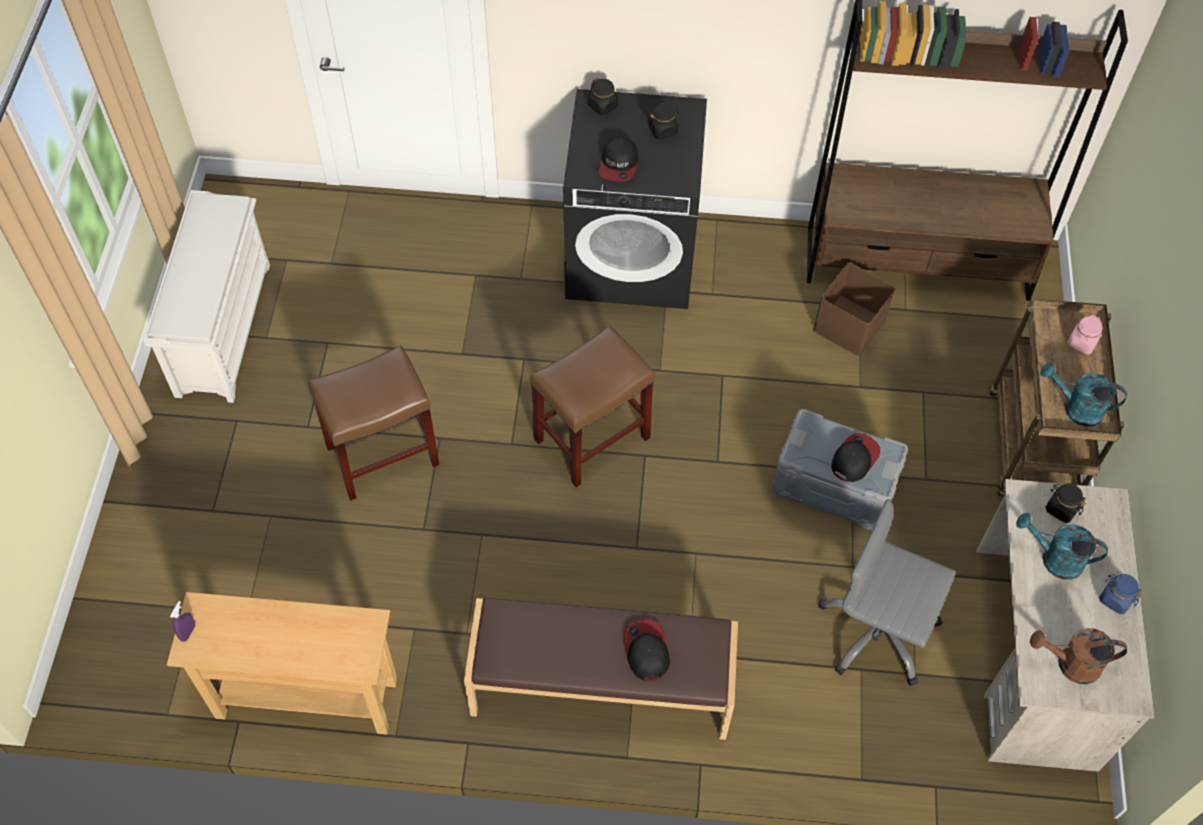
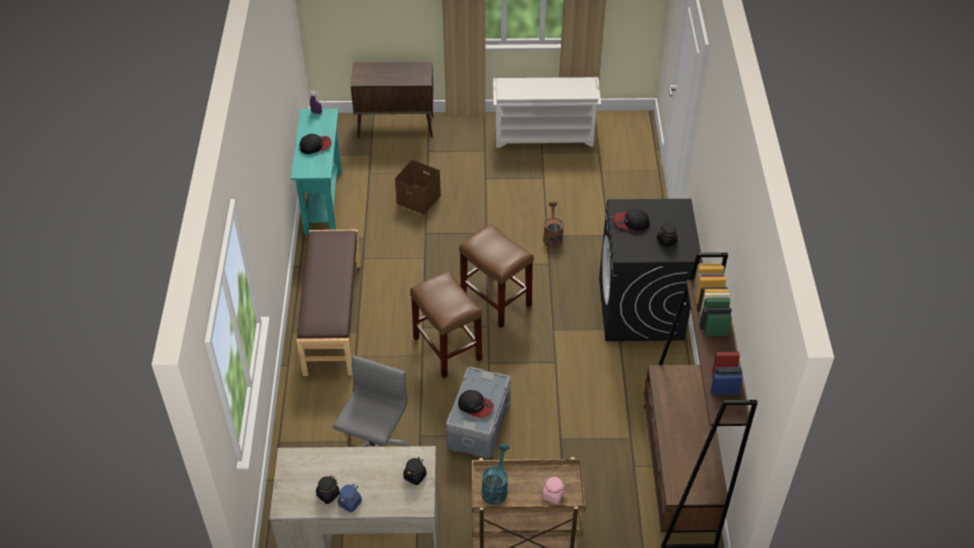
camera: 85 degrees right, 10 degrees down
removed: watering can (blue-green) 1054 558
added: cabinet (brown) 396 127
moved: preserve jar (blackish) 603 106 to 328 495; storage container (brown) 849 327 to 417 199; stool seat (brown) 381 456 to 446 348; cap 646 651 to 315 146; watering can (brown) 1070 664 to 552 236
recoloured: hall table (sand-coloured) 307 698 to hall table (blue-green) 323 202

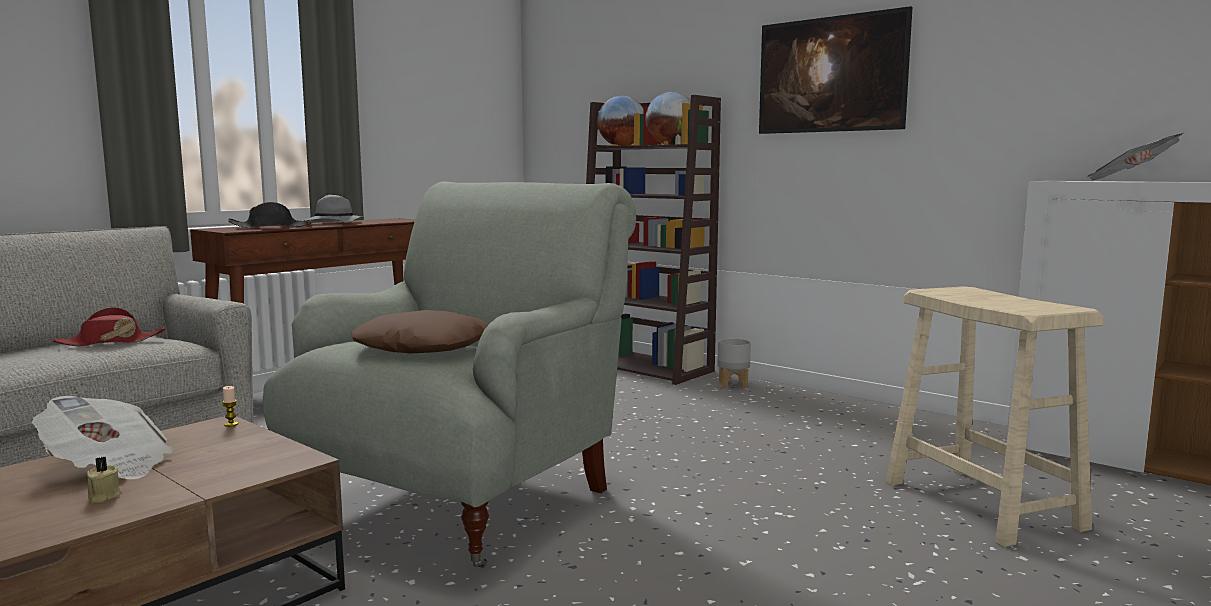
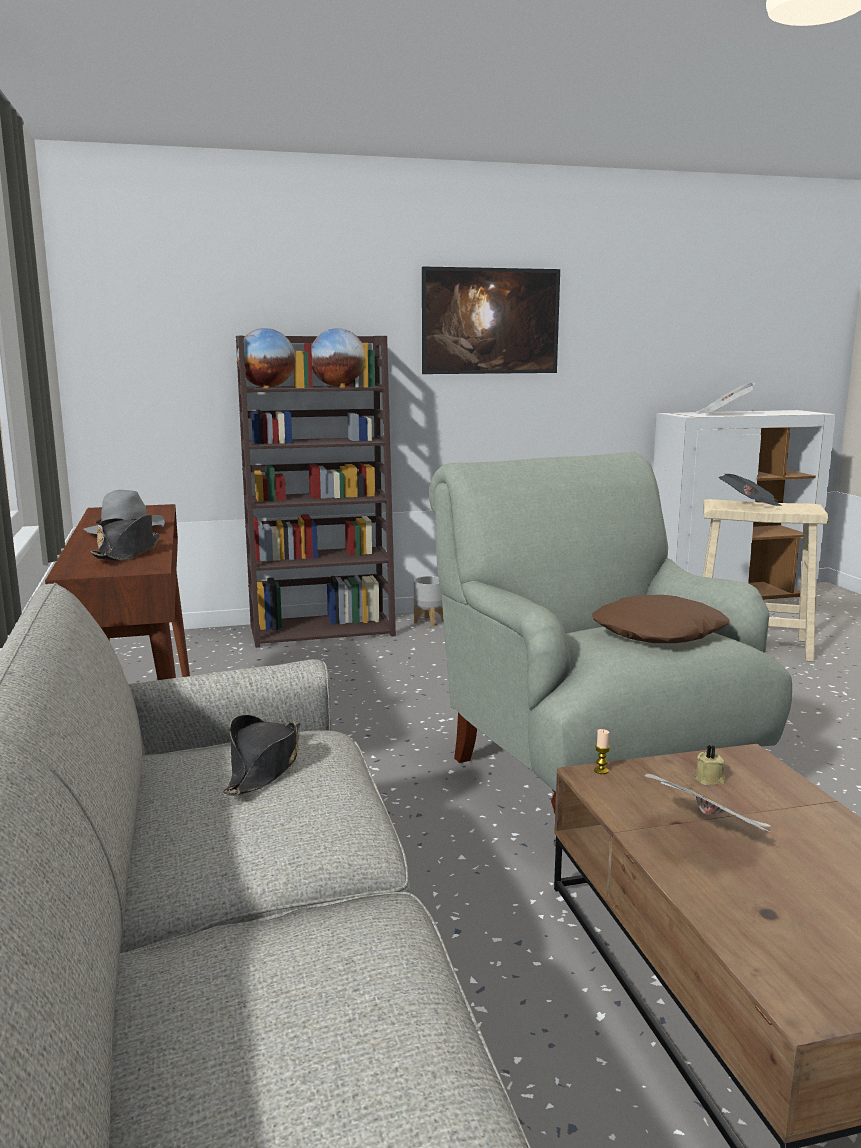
camera: 55 degrees left, 5 degrees up
added: daily paper 750 507
moved: wax candle (sand-coloured) 103 497 to 710 780
recoloured: clothing hat (red) 110 342 to clothing hat (blackish) 264 767

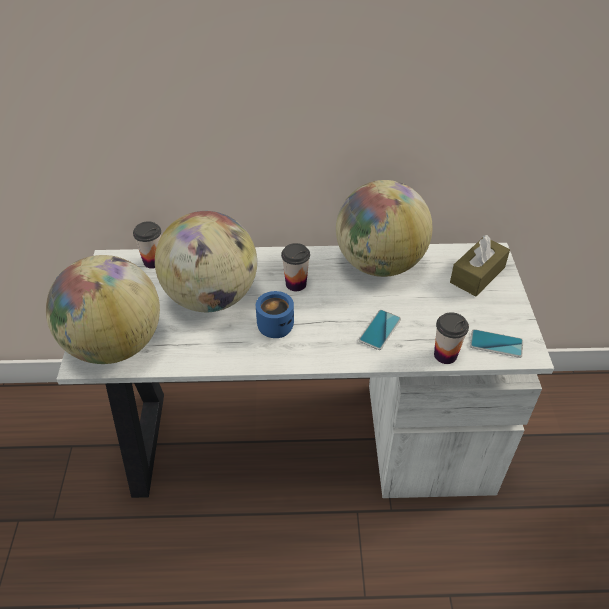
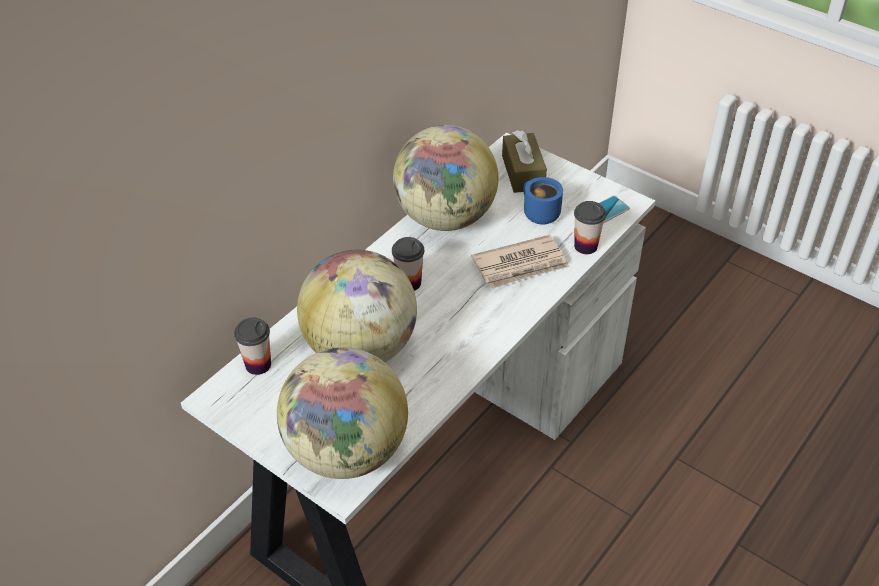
camera: 50 degrees left, 0 degrees up
moved: mug (blue-coloured) 275 324 to 538 213
replaced: telephone 380 330 to daily paper 521 265

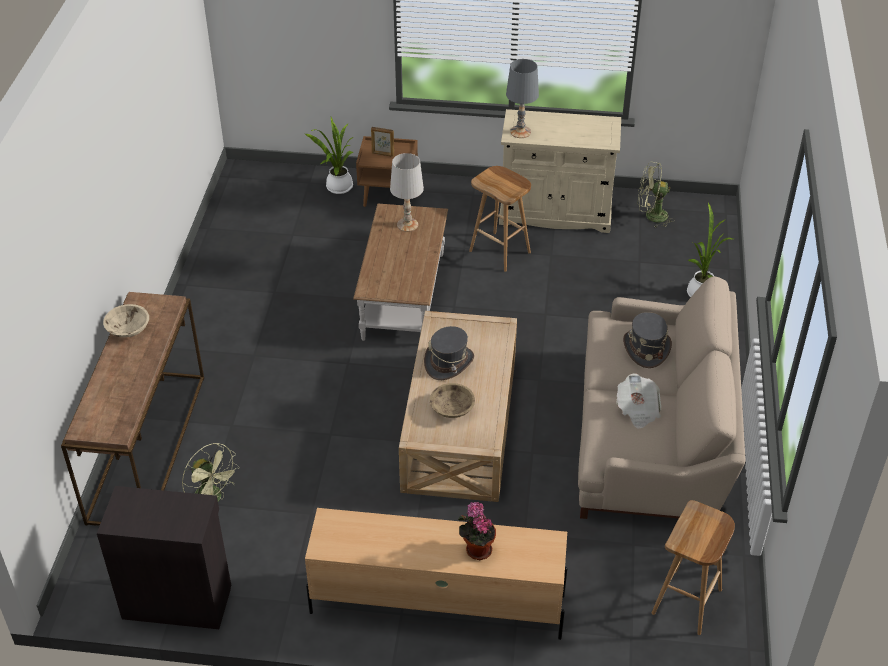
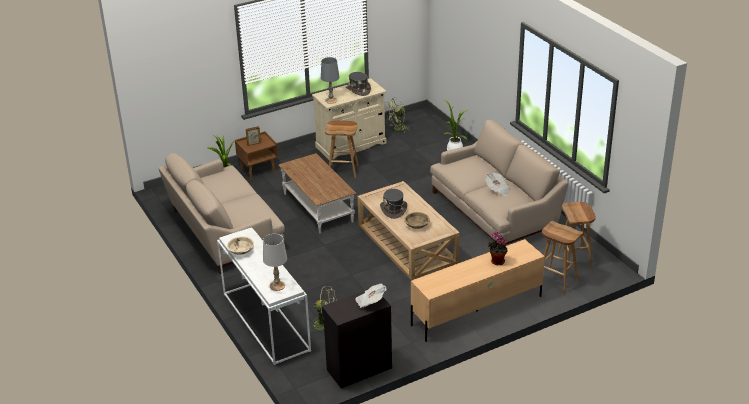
camera: 35 degrees left, 10 degrees down
added: settee (sand-coloured) 223 232; stool seat (brown) 556 281; daily paper 370 302
moved: lamp for a table (white) 407 224 to 277 285; clothing hat (gray) 646 349 to 358 90
recoloured: hall table (brown) 146 446 to hall table (white) 264 321

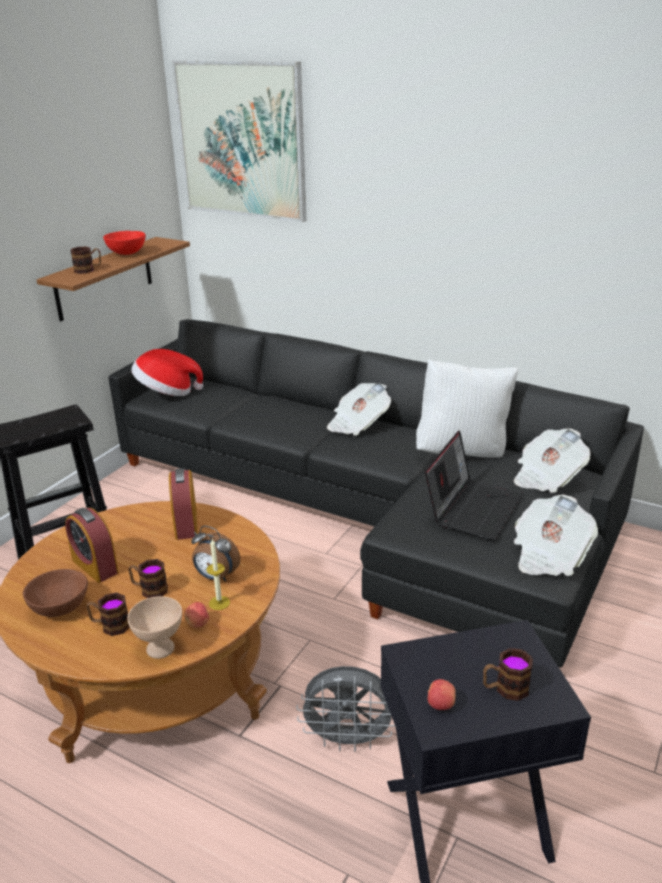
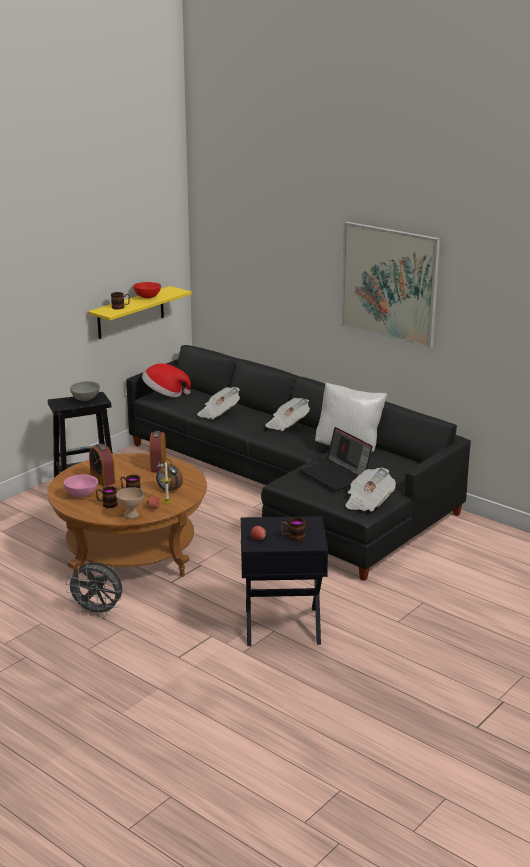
camera: 10 degrees right, 5 degrees down
added: deep dish (gray) 86 399
moved: picture 241 140 to 389 283; daily paper 547 477 to 219 414; electric fan (gray) 348 740 to 98 612
recoloured: bracket shelf (brown) 104 278 to bracket shelf (yellow) 131 313; deep dish (brown) 59 608 to deep dish (pink) 81 494
turned: laptop 473 508 = 336 475 105 degrees clockwise

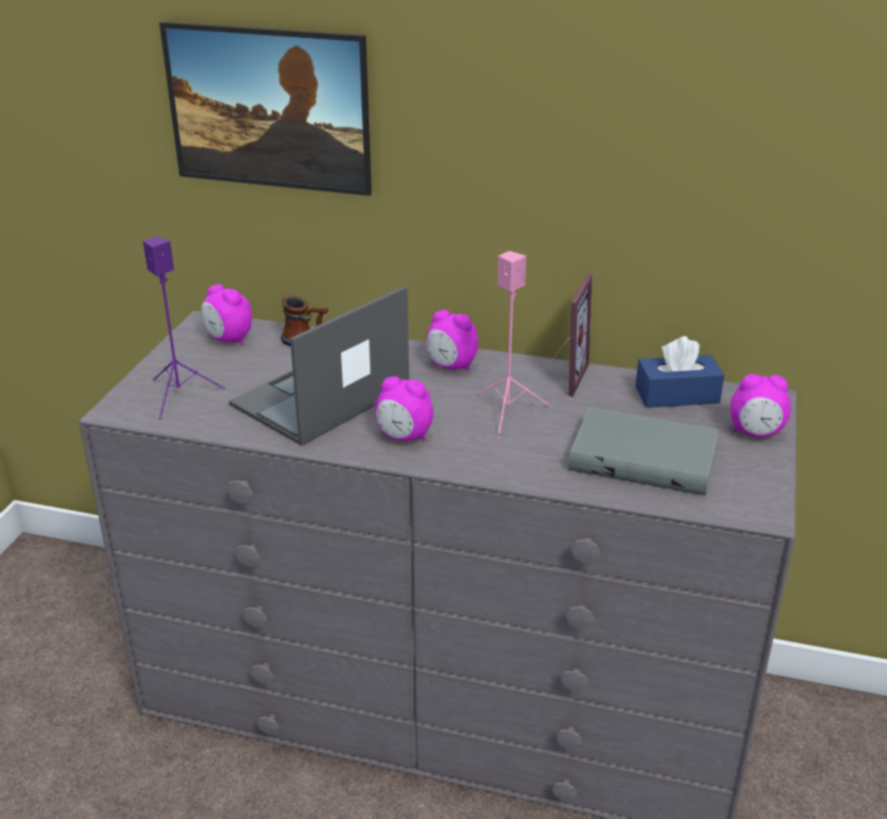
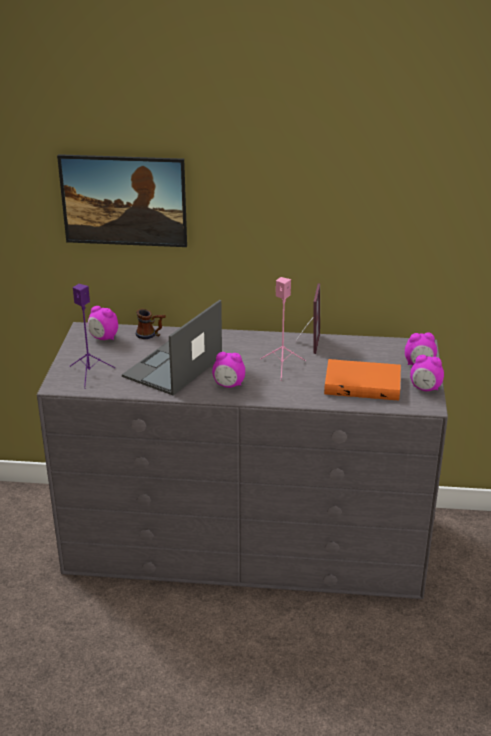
camera: 10 degrees left, 0 degrees up
removed: tissue holder (blue-coloured) 677 395
moved: alarm clock 451 366 to 425 389
recoloured: bound book (gray) 645 457 to bound book (orange) 363 383

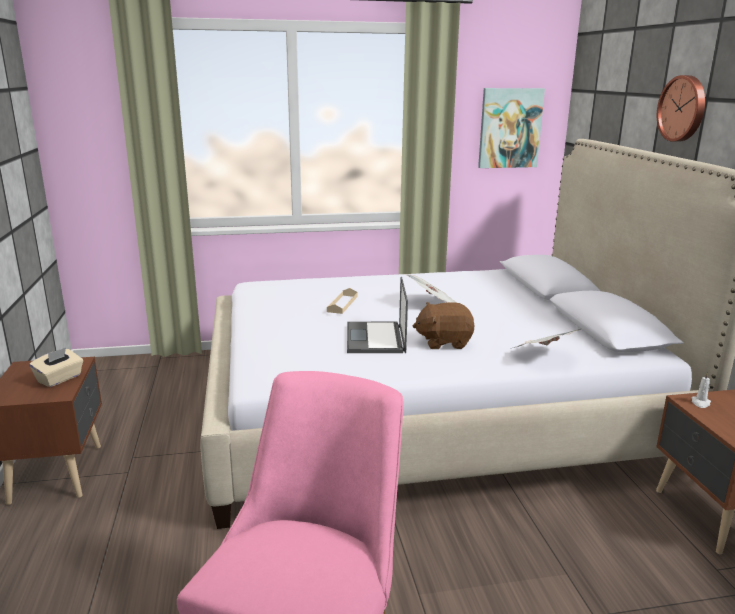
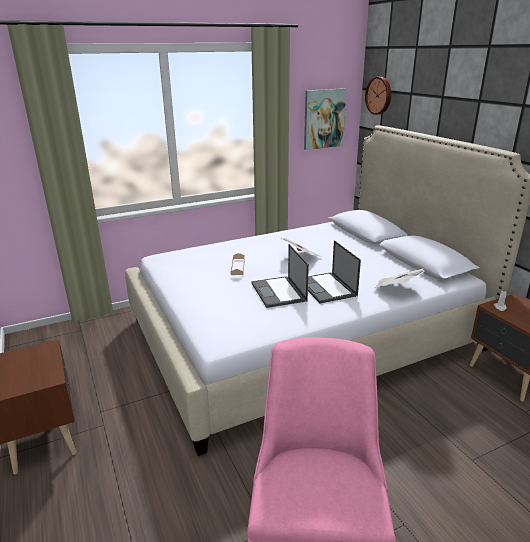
camera: 15 degrees left, 5 degrees up
removed: tissue holder (sand-coloured) 60 379
moved: hanging clock 683 108 to 379 95
replaced: plush toy (brown) 444 342 to laptop 327 288

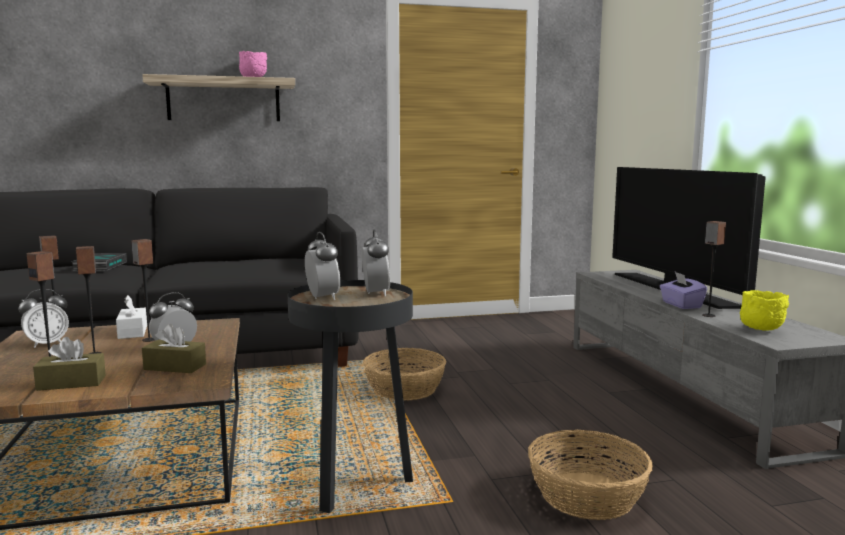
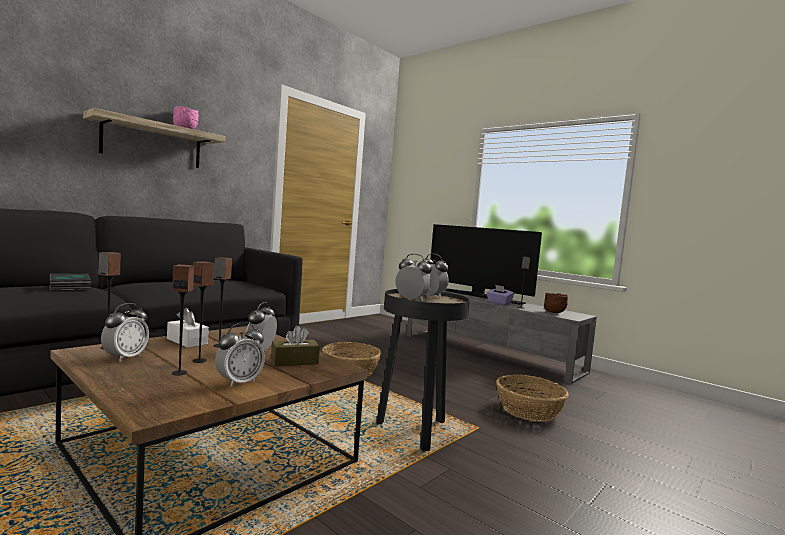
camera: 35 degrees left, 5 degrees down
replaced: tissue holder (brown) 71 383 to alarm clock 239 382
recoloured: deep dish (yellow) 760 330 to deep dish (brown) 554 313

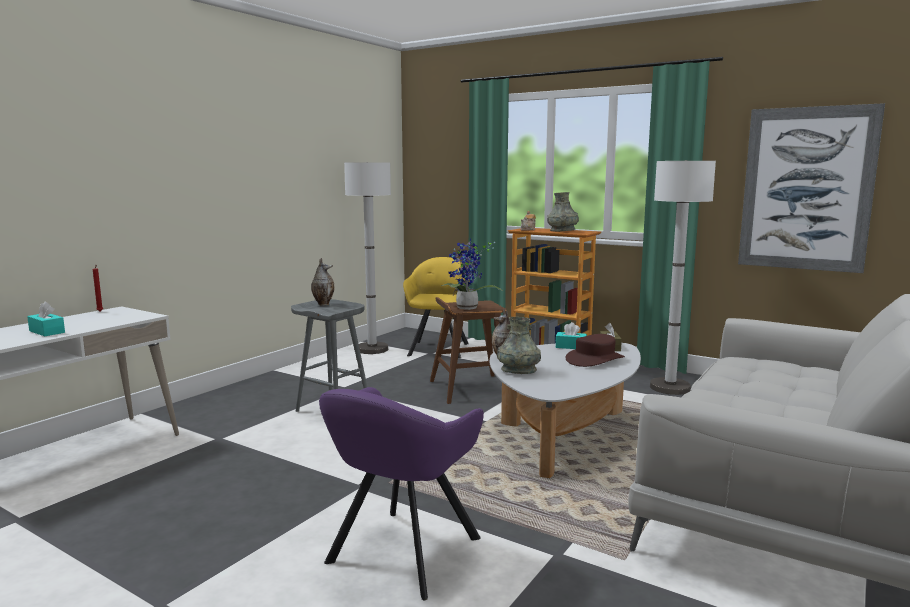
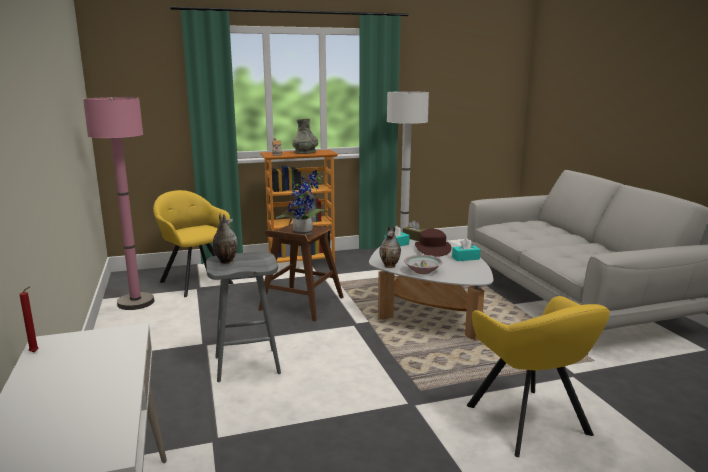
camera: 50 degrees left, 5 degrees up
removed: picture 806 189
moved: tissue holder (blue-green) 47 332 to 465 258
replaced: decorative vase (gray) 518 370 to deep dish 423 271
recoloured: standing lamp (white) 372 349 to standing lamp (pink) 136 302; armchair (purplish) 400 554 to armchair (yellow) 530 423

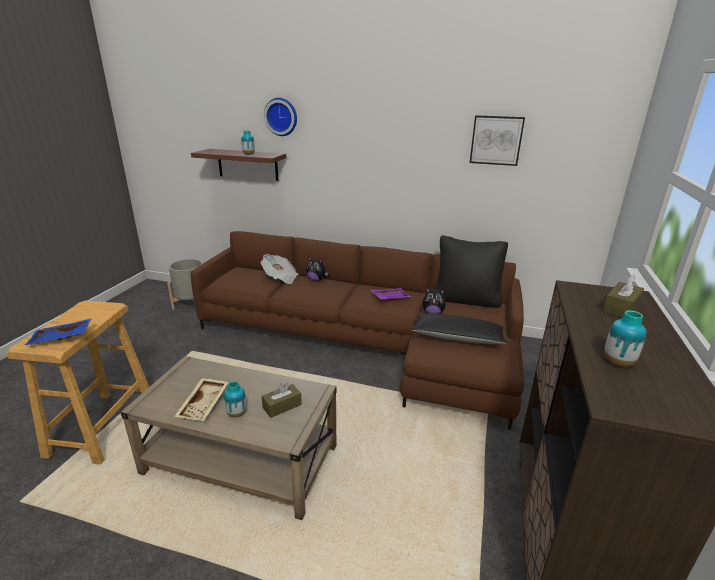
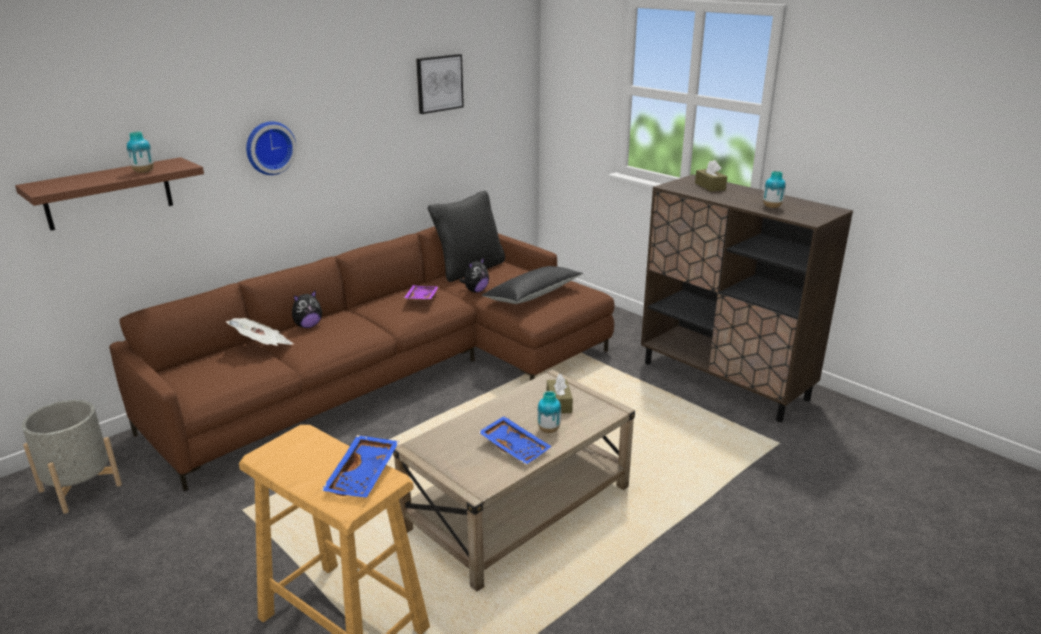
camera: 60 degrees left, 0 degrees up
moved: hanging clock 281 117 to 269 147
recoloured: carrying tray (sand-coloured) 204 405 to carrying tray (blue-coloured) 515 447

